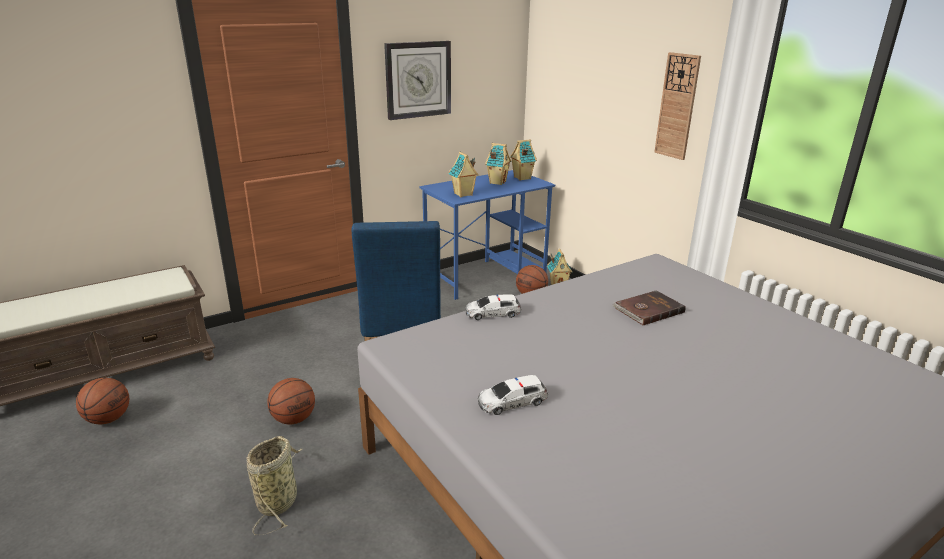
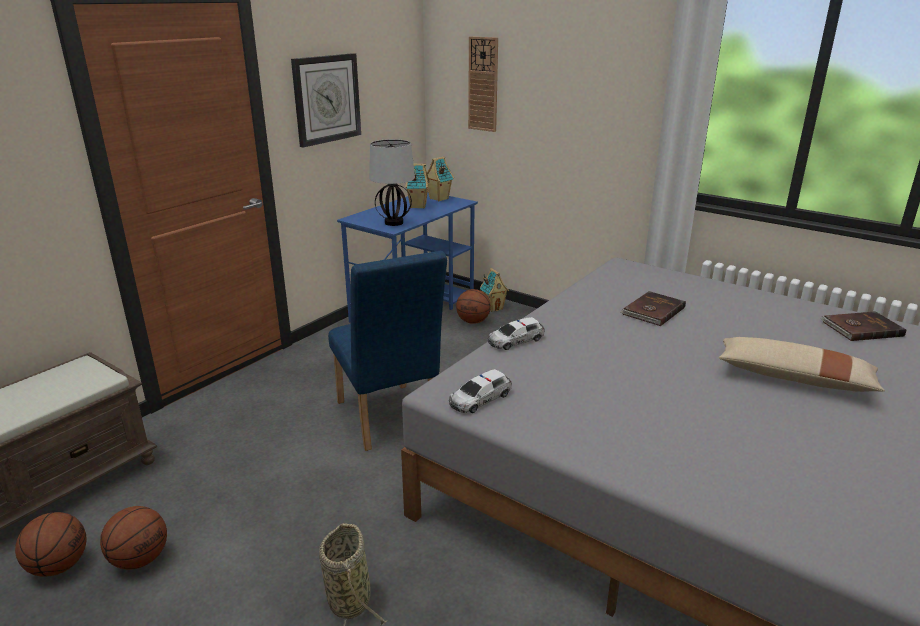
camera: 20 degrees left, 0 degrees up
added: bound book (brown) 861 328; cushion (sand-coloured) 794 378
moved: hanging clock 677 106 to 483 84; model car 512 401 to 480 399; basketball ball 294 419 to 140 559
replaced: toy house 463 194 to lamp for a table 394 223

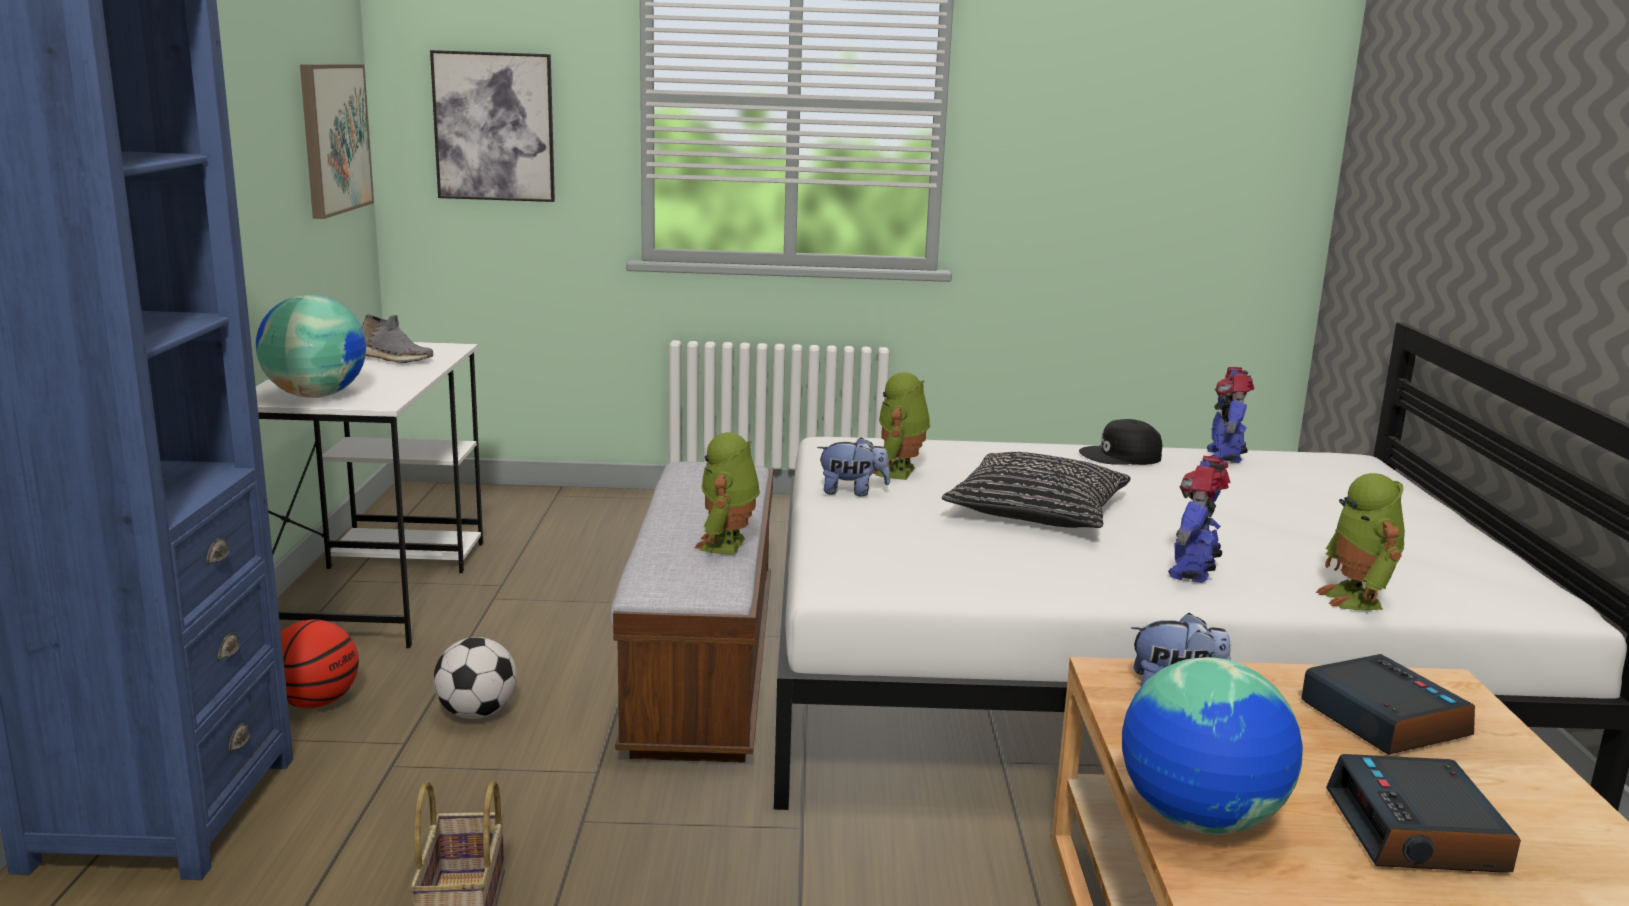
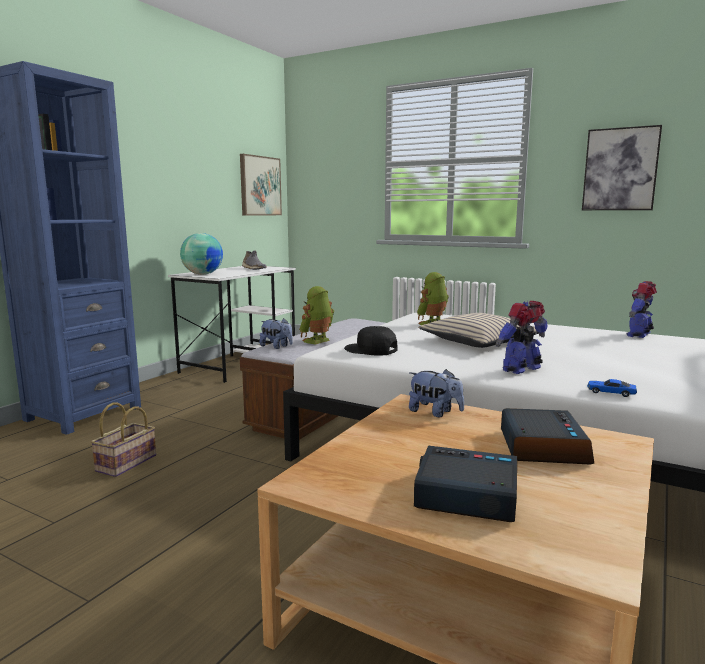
camera: 30 degrees right, 5 degrees down
removed: basketball ball 315 702; football 477 713; desk globe 1200 820
moved: picture 494 127 to 620 169; cap (blackish) 1121 456 to 371 350; plush toy 852 492 to 276 347
replaced: robot figure 1357 599 to model car 610 392
recoloured: cushion (blackish) 1038 510 to cushion (sand-coloured) 479 342
turned: alarm clock 1417 833 = 465 495 75 degrees clockwise

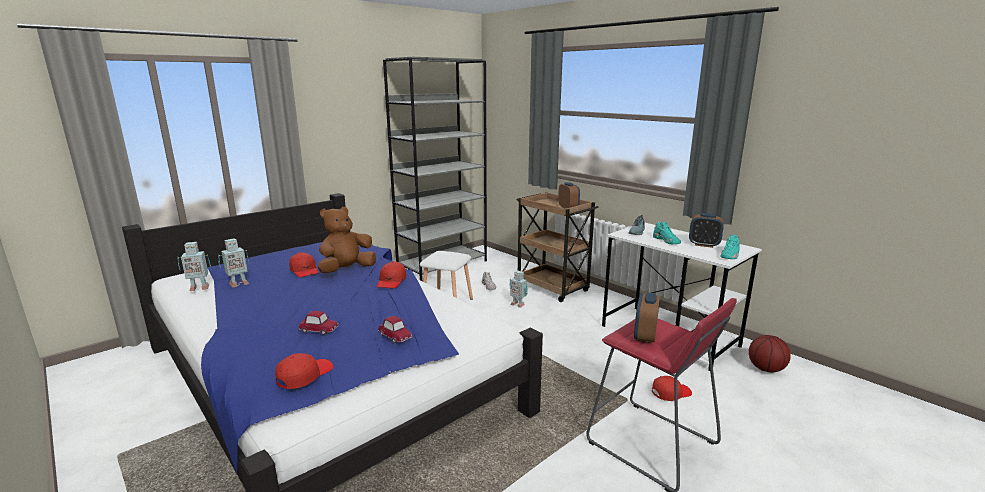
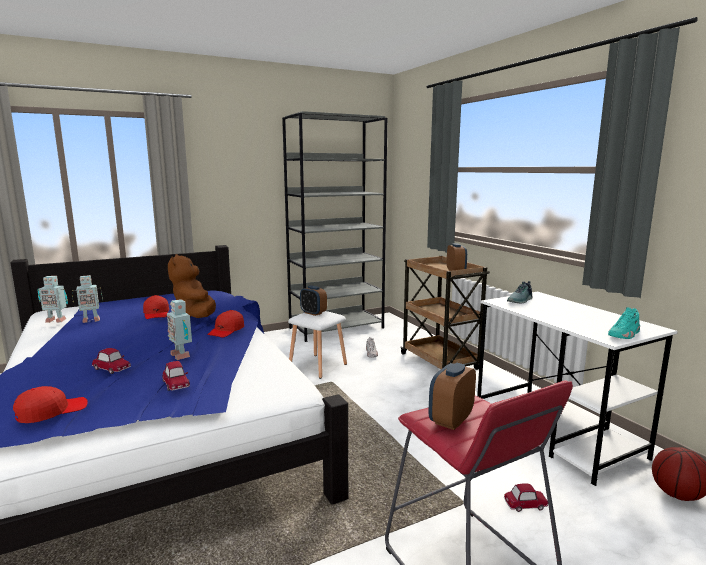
camera: 15 degrees right, 5 degrees down
removed: shoe (blue-green) 666 241
moved: alarm clock 704 245 to 313 313; robot figure 517 304 to 182 355
replaced: cap (red) 670 393 to model car 525 504
turned: plush toy (brown) 346 270 = 196 317 75 degrees counterclockwise

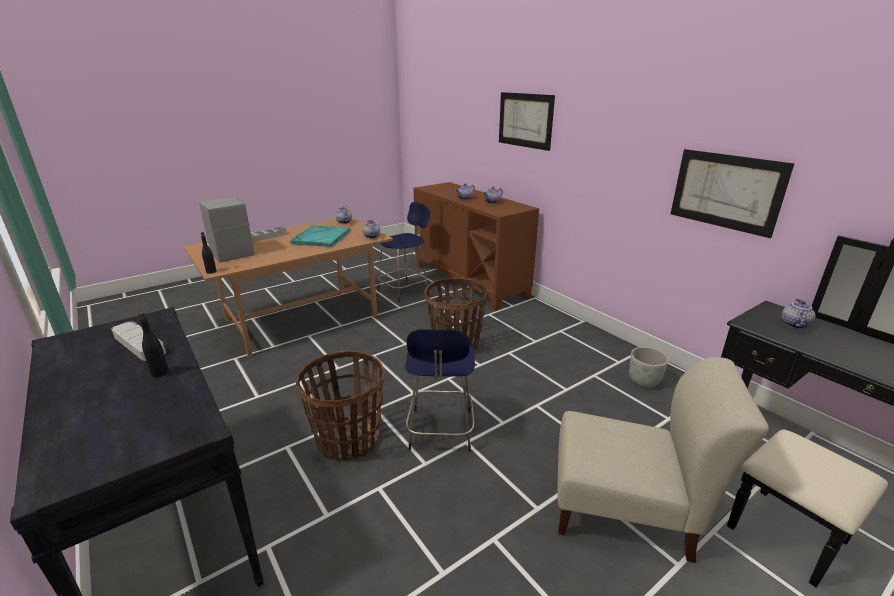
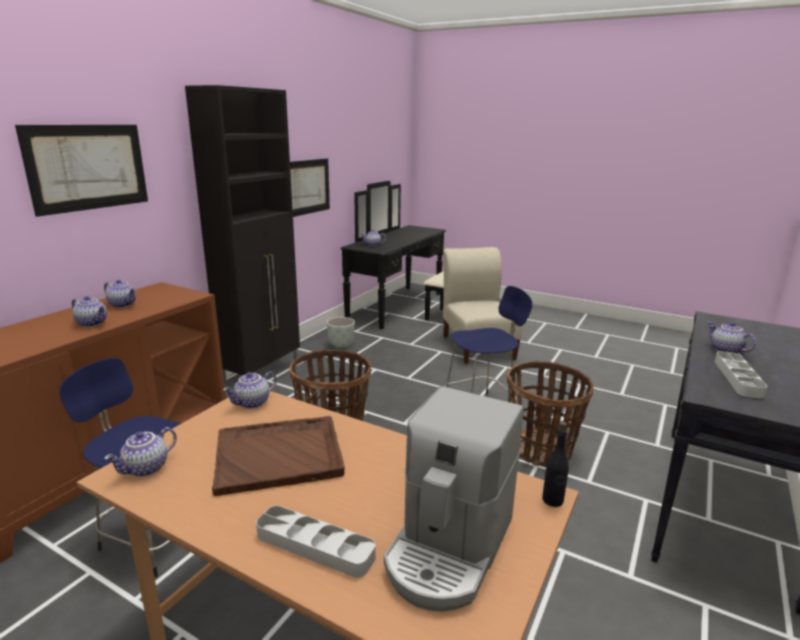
camera: 115 degrees left, 5 degrees down
added: cabinet (blackish) 263 372
replaced: bottle (blackish) 160 372 to teapot 725 350
recoloured: carrying tray (blue-green) 321 237 to carrying tray (brown) 280 455

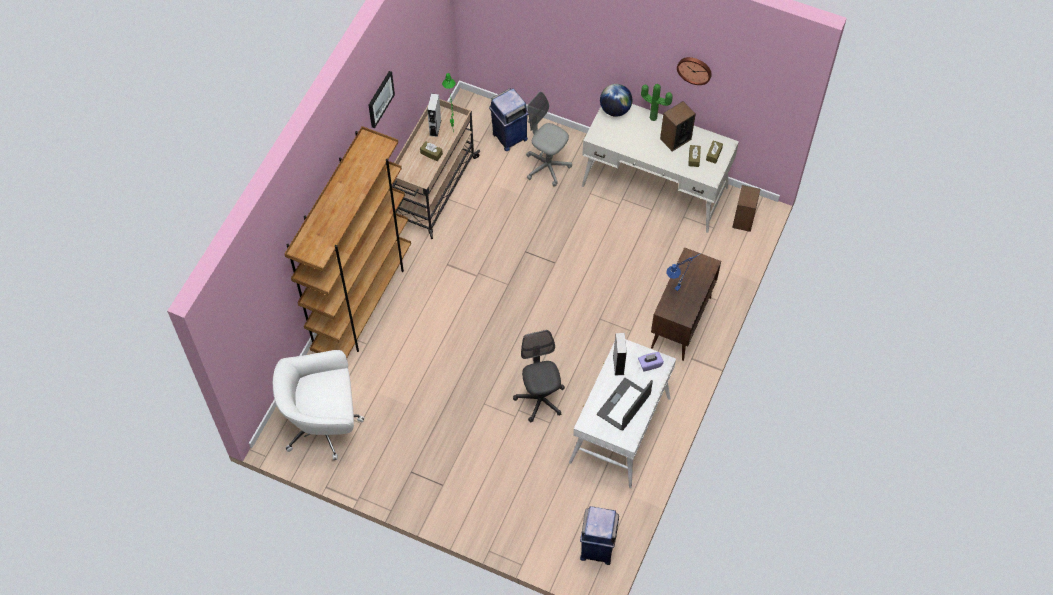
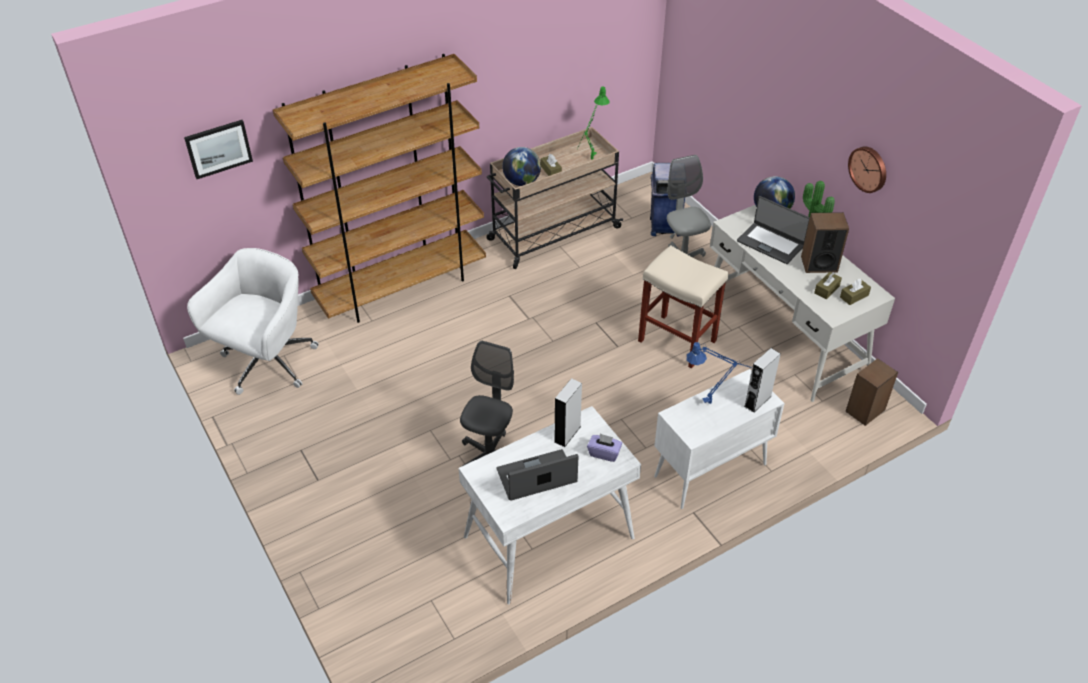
camera: 35 degrees right, 15 degrees down
removed: rubbish bin (blue-coloured) 597 547
added: desk globe 522 182; laptop 771 243; stool seat (sand-coloured) 676 341
moved: picture 380 99 to 218 148; speaker (gray) 435 128 to 757 401
recoloured: cabinet (brown) 681 323 to cabinet (white) 709 471
turned: office chair (white) 324 424 = 267 364 90 degrees clockwise

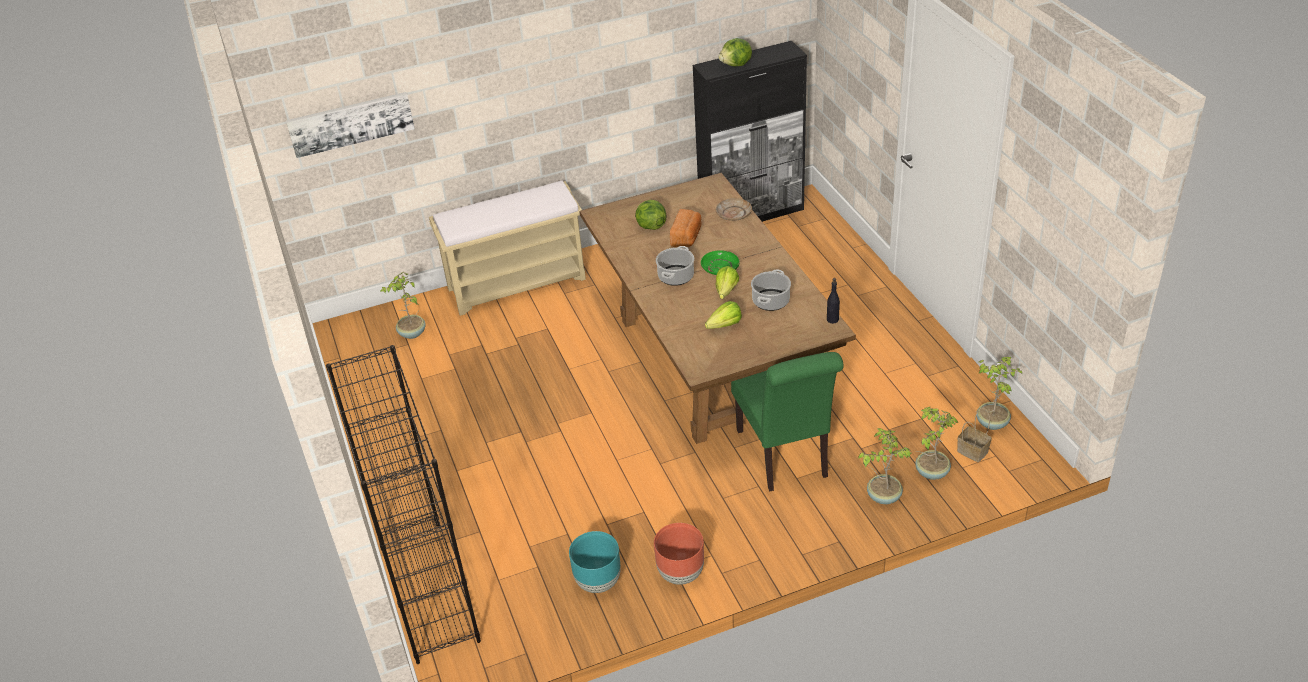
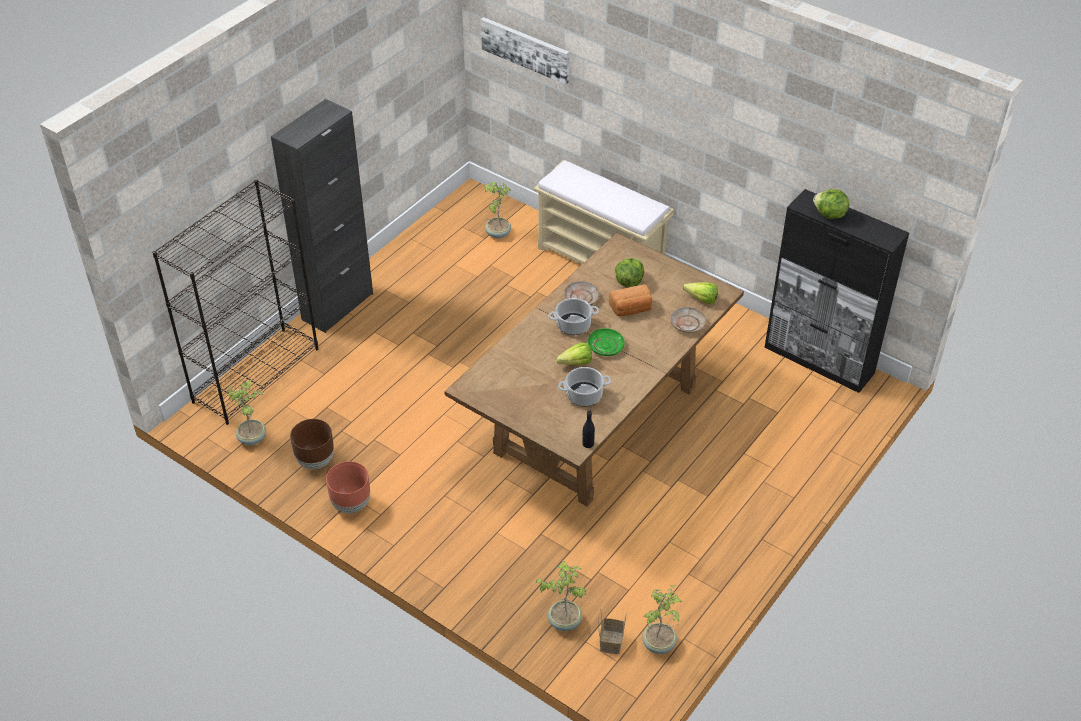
camera: 55 degrees right, 5 degrees up
removed: chair (greenish) 785 457
added: cabinet (blackish) 337 306; plate (sand-coloured) 581 298
moved: head of lettuce 721 327 to 699 298; houseplant 883 496 to 252 438
recoloured: plant pot (blue-green) 598 582 to plant pot (brown) 315 461

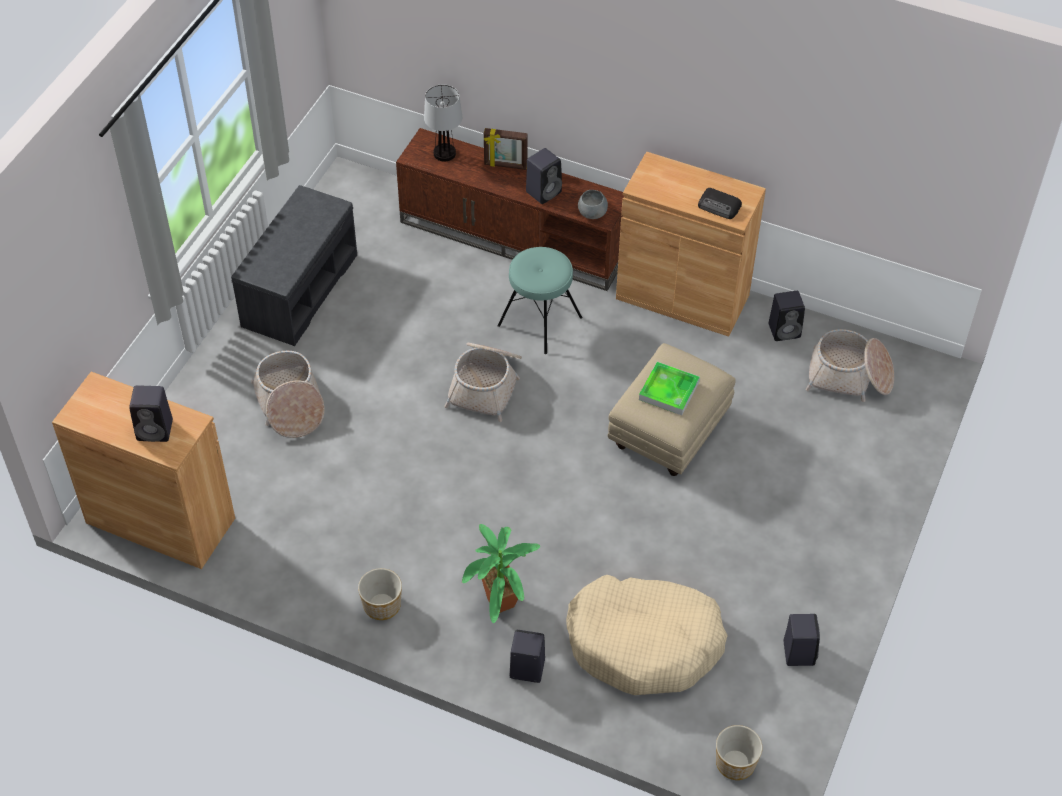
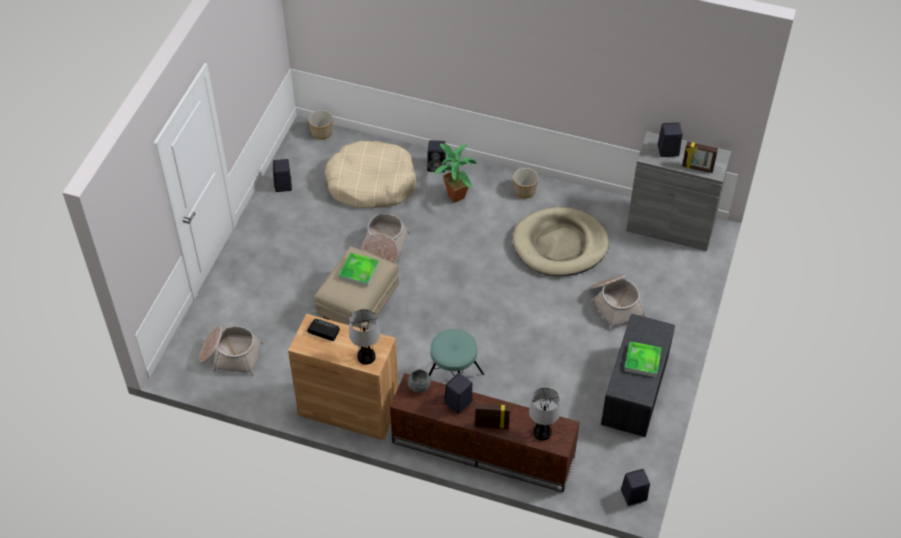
camera: 175 degrees right, 0 degrees up
added: picture frame 697 168; pet bed (sand-coloured) 560 245; lamp for a table 366 356; carrying tray 642 361
moved: speaker (blackish) 785 330 to 633 496; storage basket 486 385 to 384 248
recoloured: cabinet (brown) 160 520 to cabinet (gray) 670 226

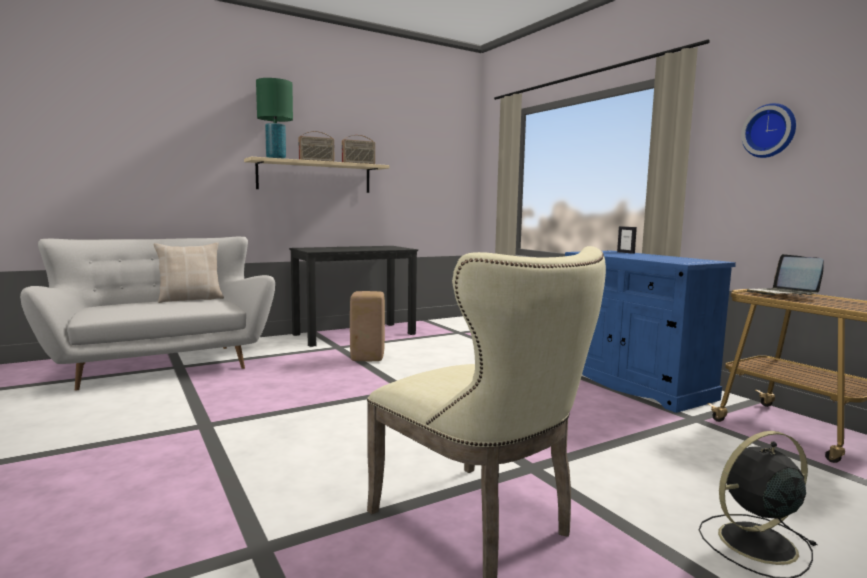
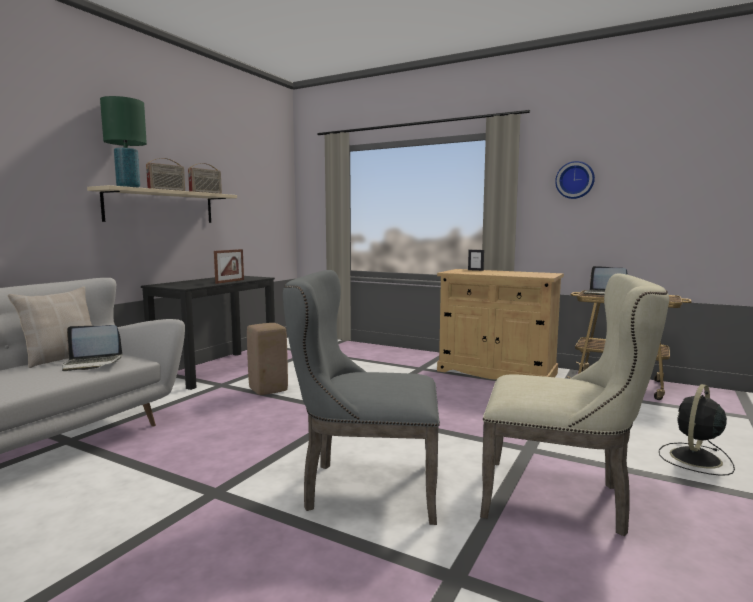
camera: 30 degrees left, 0 degrees up
added: picture frame 230 281; chair (gray) 363 488; laptop 92 363
recoloured: cabinet (blue-coloured) 634 384 to cabinet (sand-coloured) 496 372

